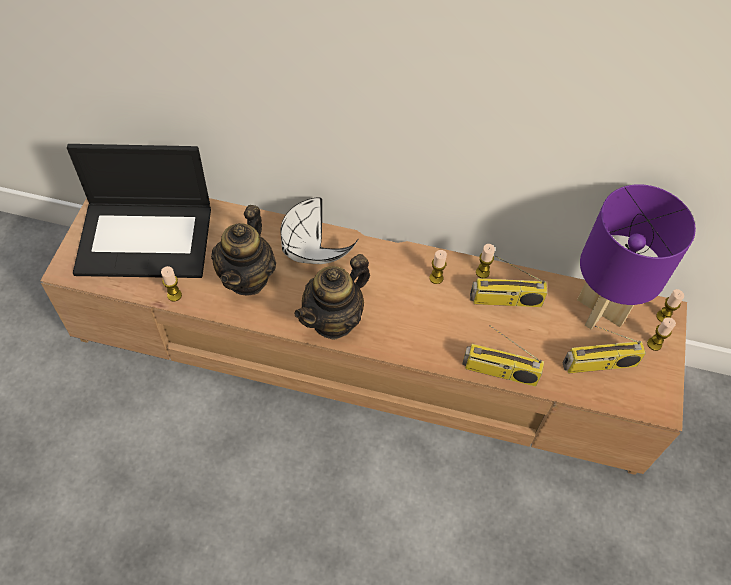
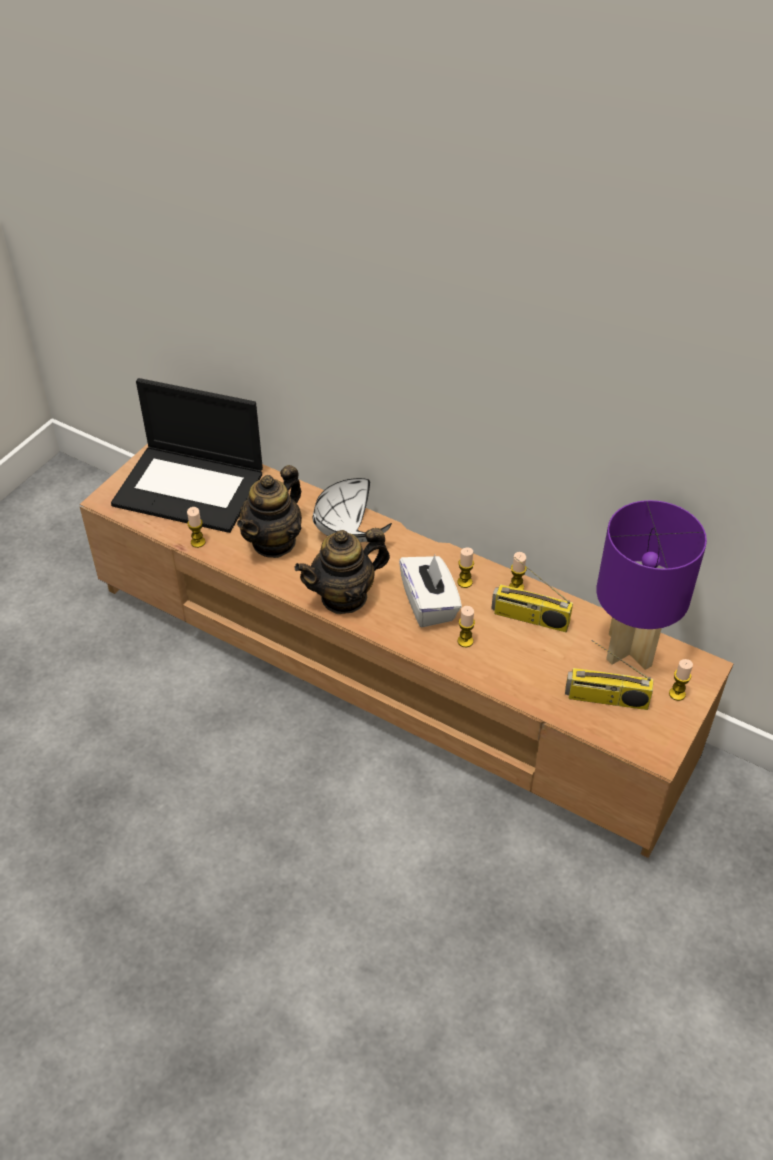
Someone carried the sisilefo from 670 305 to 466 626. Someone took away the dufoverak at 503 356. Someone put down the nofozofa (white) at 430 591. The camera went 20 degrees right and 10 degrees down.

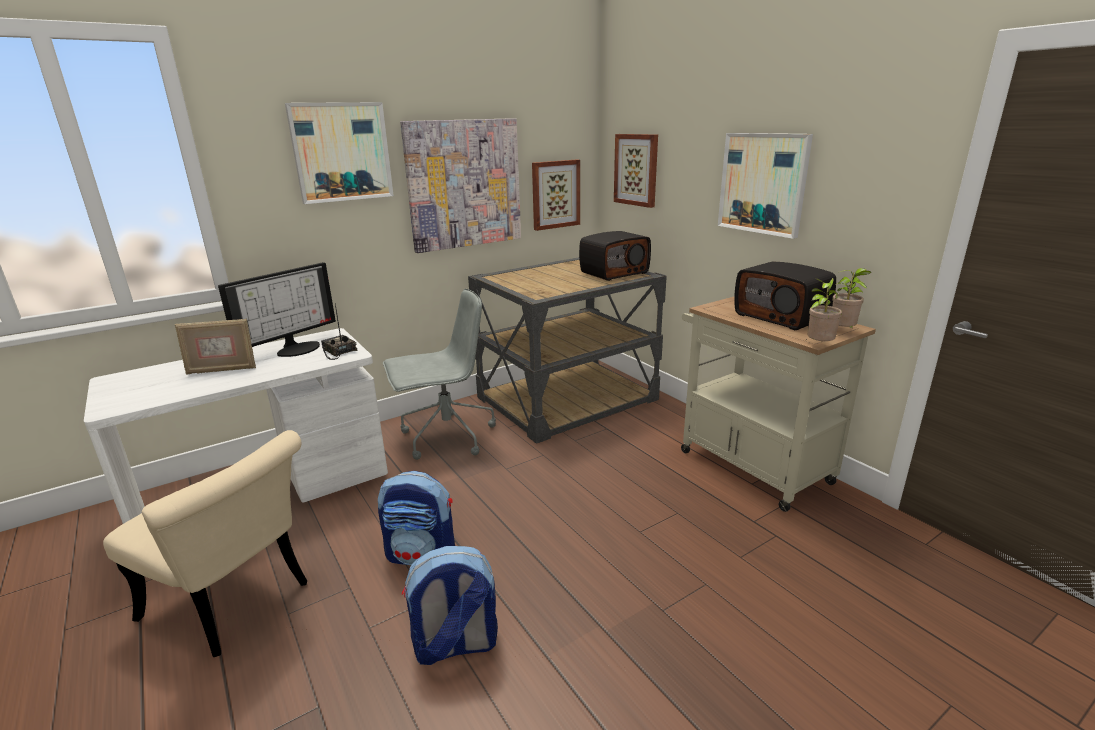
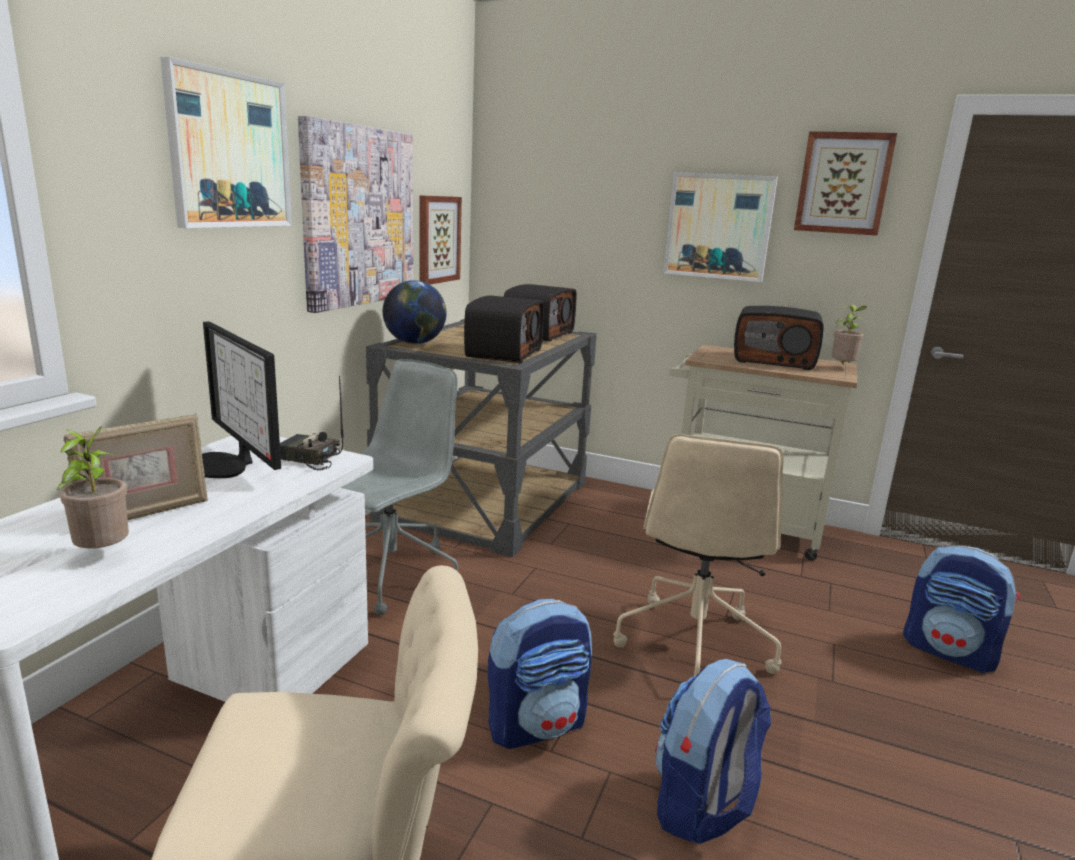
Someone carried the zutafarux from 636 171 to 845 183. Someone rotated the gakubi at 277 309 by 135 degrees clockwise. Someone carried the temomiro from 824 309 to 92 487. Someone put down the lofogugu at 415 312. Someone put down the dufoverak at 504 329. Someone put down the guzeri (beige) at 698 555. Someone put down the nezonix at 962 609. The camera went 35 degrees left and 5 degrees down.

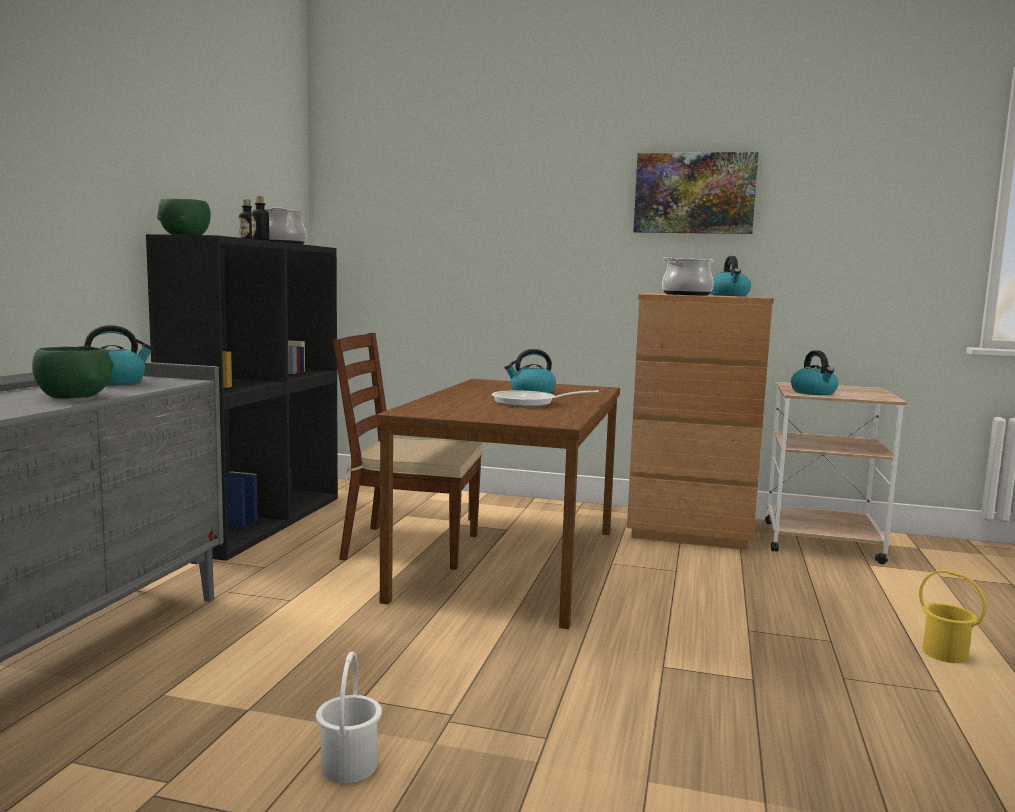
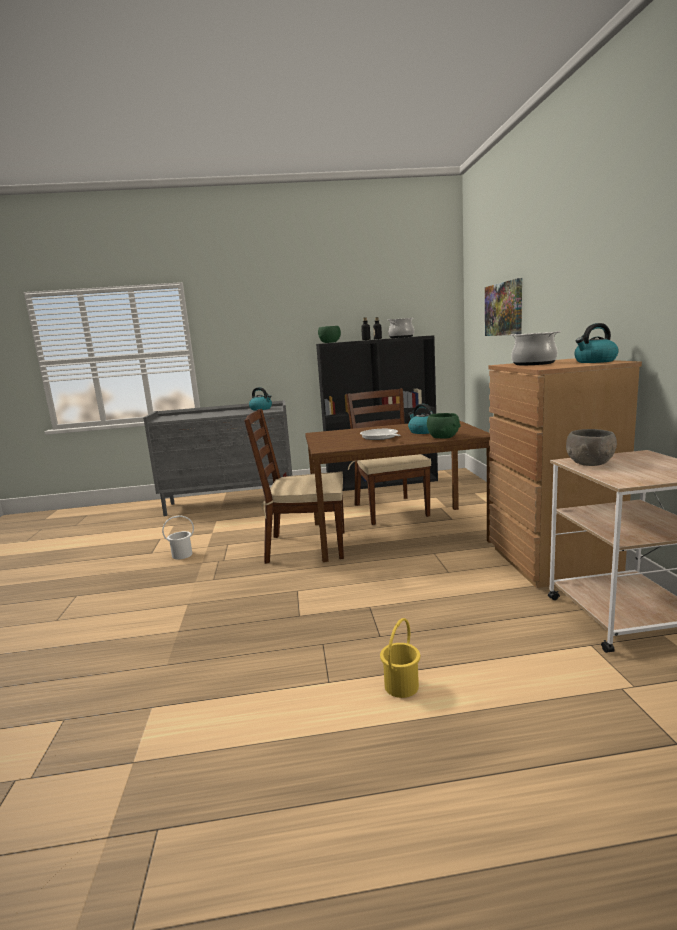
Someone carried the zutafarux from 696 193 to 503 307. Someone carried the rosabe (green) from 73 372 to 444 426. Someone swapped the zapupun at 815 373 for the rosabe (grey) at 591 447. Someone put down the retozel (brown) at 294 486. The camera went 70 degrees right and 5 degrees up.

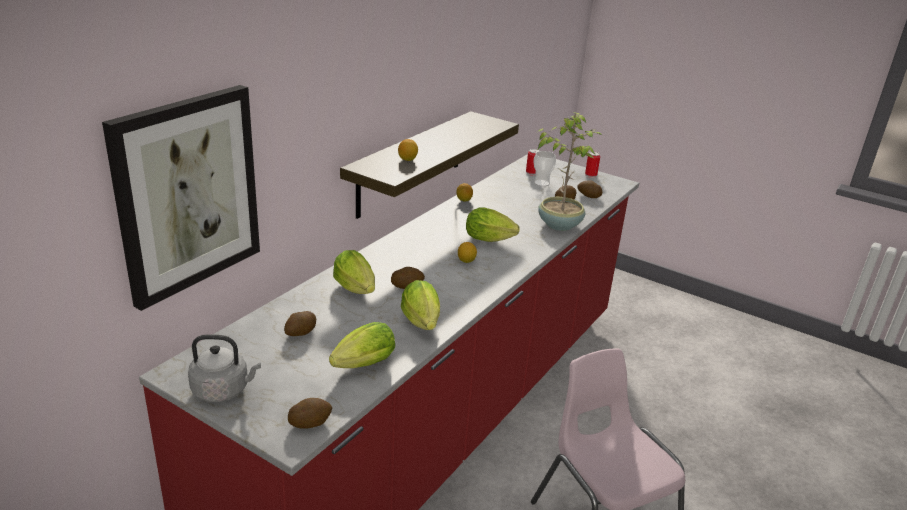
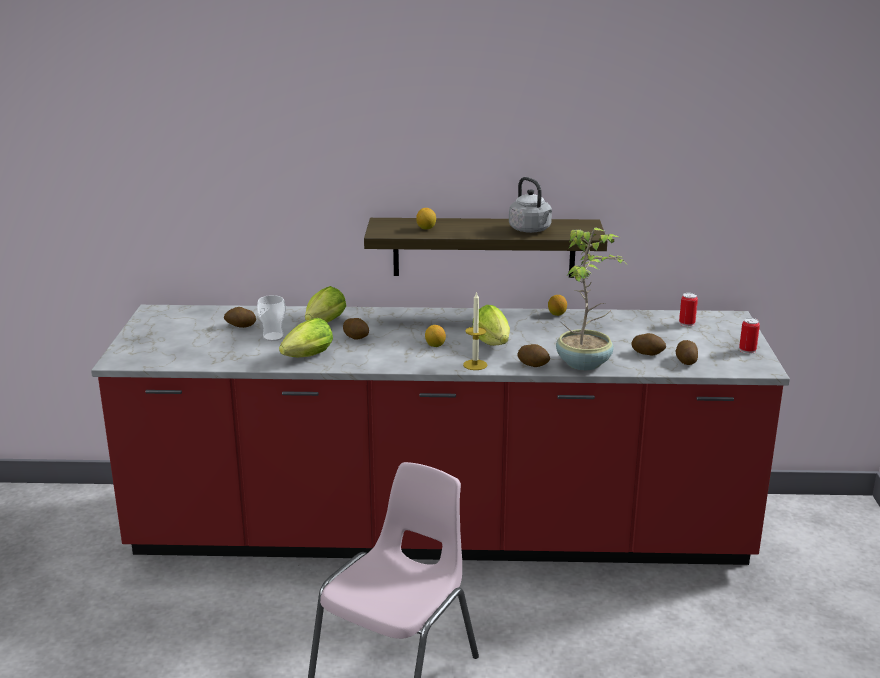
Someone took away the zutafarux at 181 198. Someone carried the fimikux from 544 169 to 271 318. Someone took away the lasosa at 362 345. Someone carried the zapupun (grey) from 224 368 to 530 205. Someone carried the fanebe from 310 413 to 534 355. Someone put down the sisilefo at 475 330. The camera went 60 degrees right and 5 degrees down.

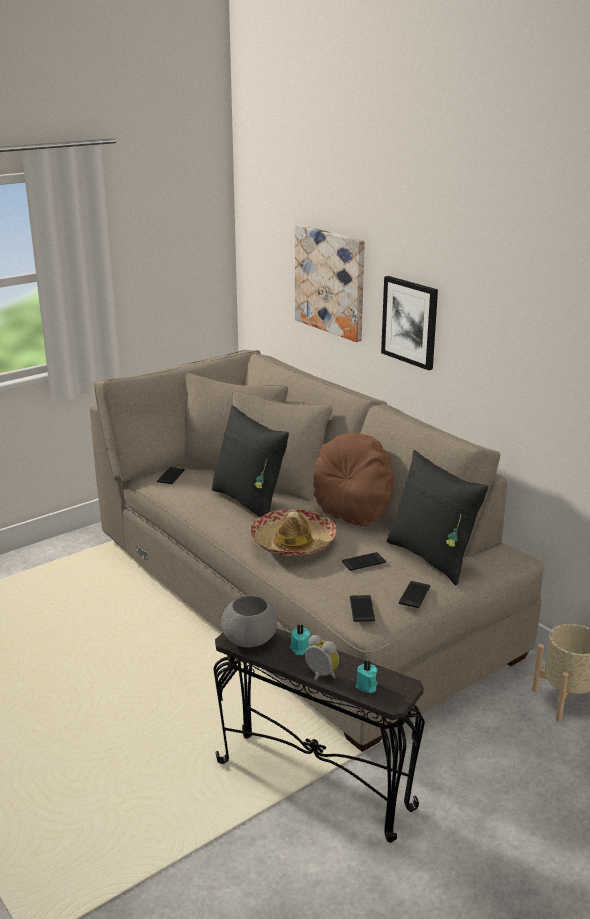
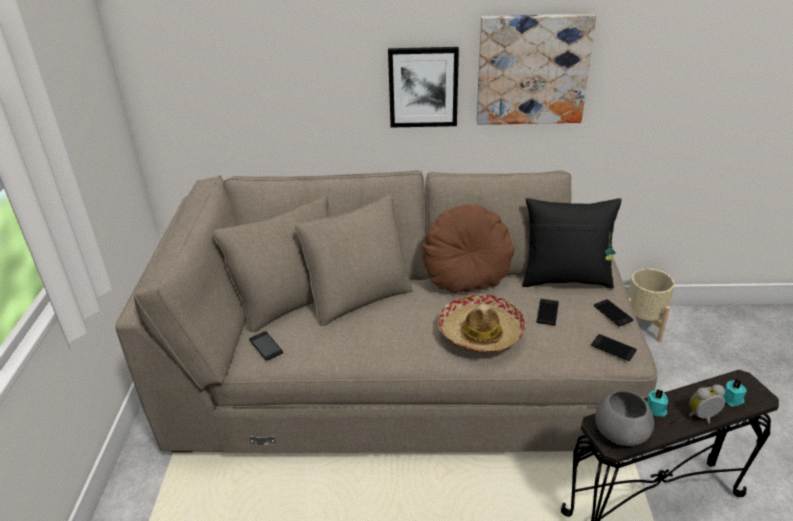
Someone carried the zutafarux from 330 283 to 536 69. Someone took away the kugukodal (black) at 250 461. The camera went 50 degrees left and 10 degrees up.

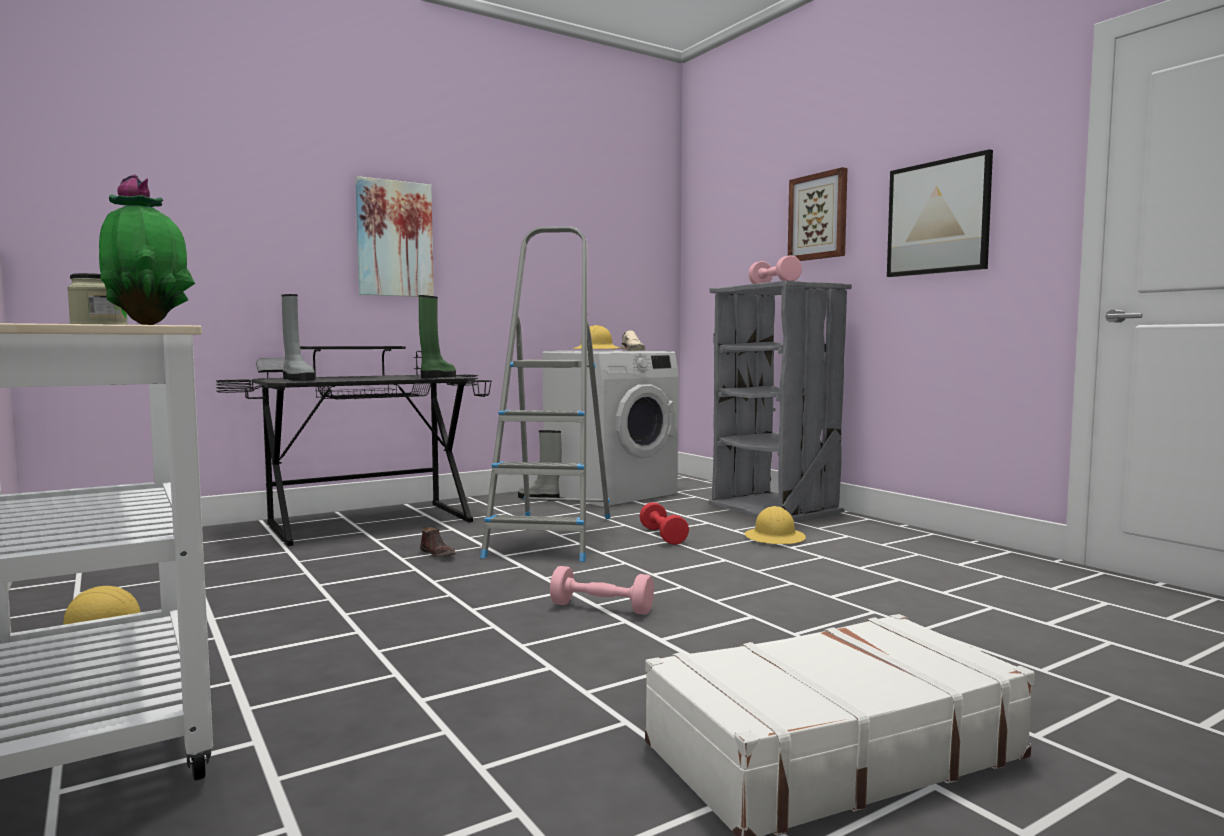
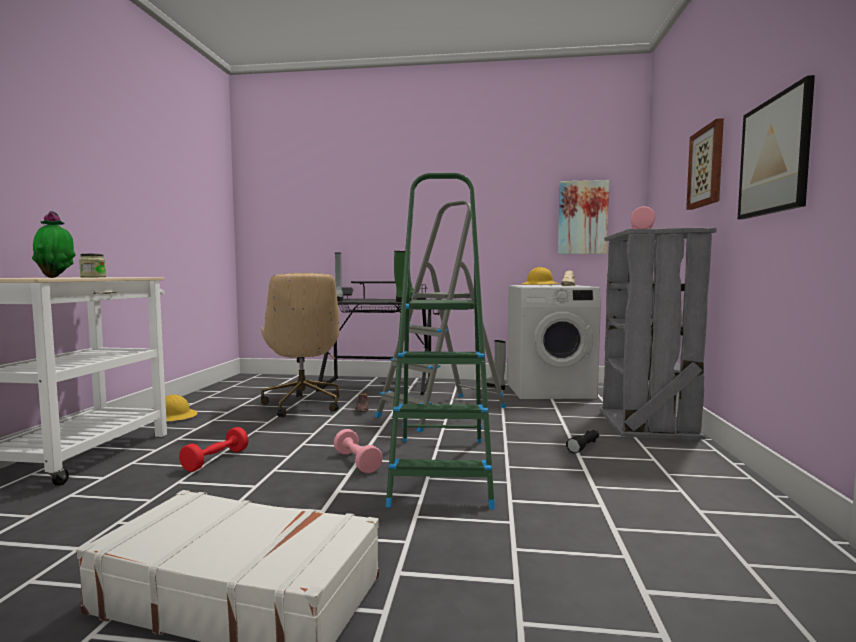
Someone carried the zutafarux from 394 236 to 583 217. Someone carried the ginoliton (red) from 664 523 to 213 449. Someone swapped the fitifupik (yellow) at 775 525 for the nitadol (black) at 582 441. Someone put down the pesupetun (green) at 440 341. Someone put down the guzeri (grey) at 300 345. The camera went 40 degrees right and 0 degrees up.

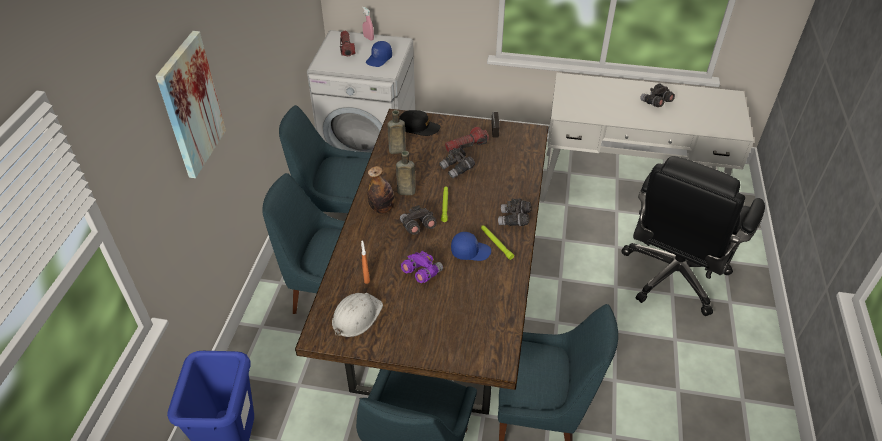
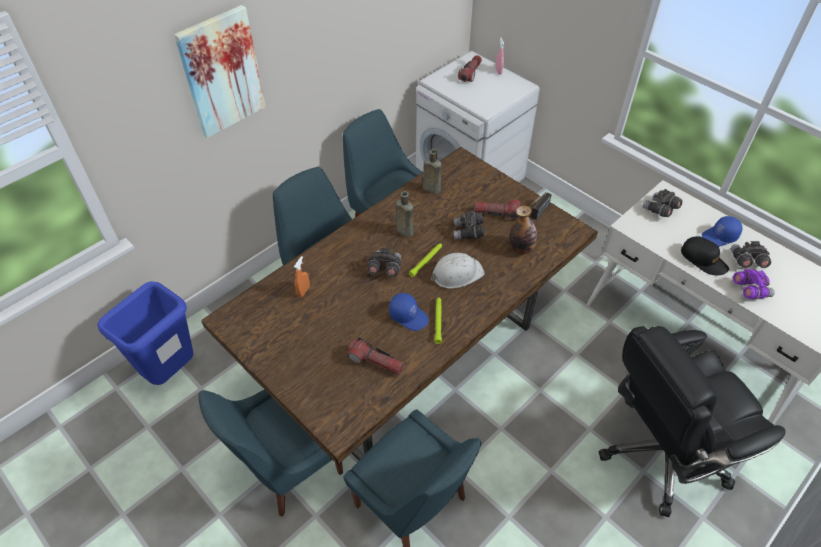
Someone carried the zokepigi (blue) from 379 54 to 722 231. Someone carried the zokepigi (black) from 420 123 to 705 255. Someone carried the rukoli from 381 190 to 523 230. Someone carried the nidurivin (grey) from 514 212 to 662 203. Someone carried the nidurivin (purple) from 422 267 to 754 284. Someone carried the fitifupik (white) from 357 315 to 458 271. Someone put down the nitadol at 375 356. The camera went 35 degrees right and 5 degrees up.

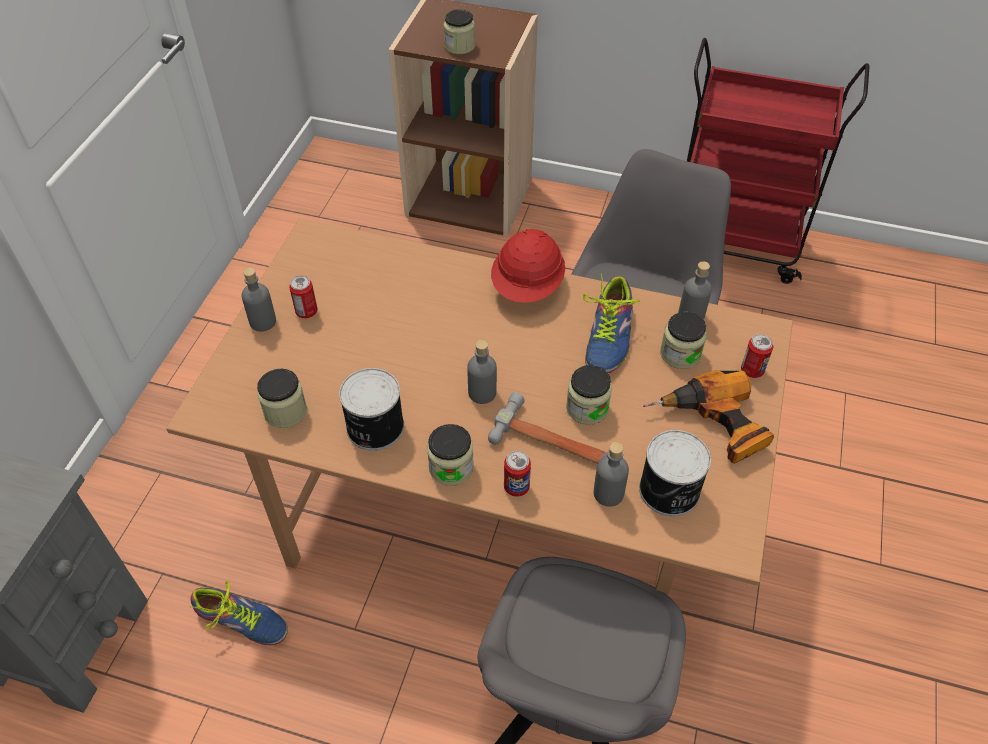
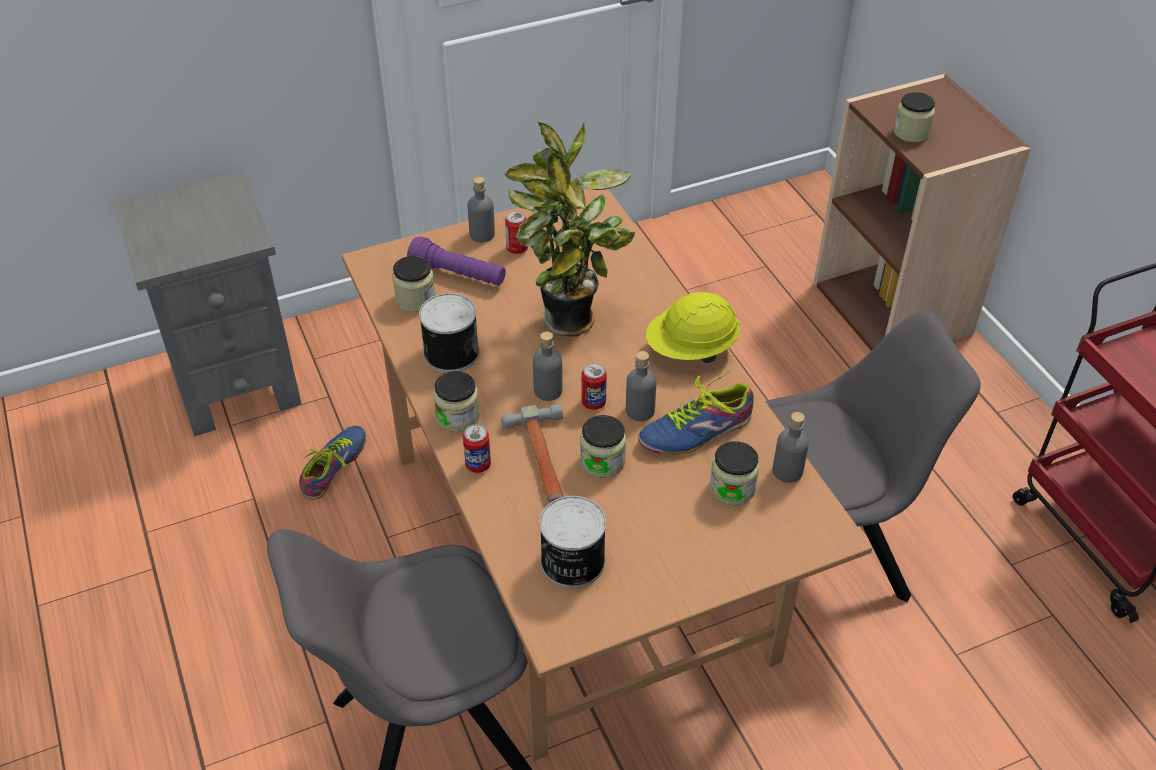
Someone repainted the fitifupik (red) at 528 266, which became the fitifupik (yellow) at 693 327. Someone carried the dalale from 757 356 to 594 386. Someone took away the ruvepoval at 708 417. Someone carried the rukoli (grey) from 611 474 to 641 386. Someone rotated the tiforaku at 238 613 by 135 degrees counterclockwise. Someone put down the temomiro at 569 228. Someone put down the nitadol (purple) at 456 261. The camera went 50 degrees right and 5 degrees down.

